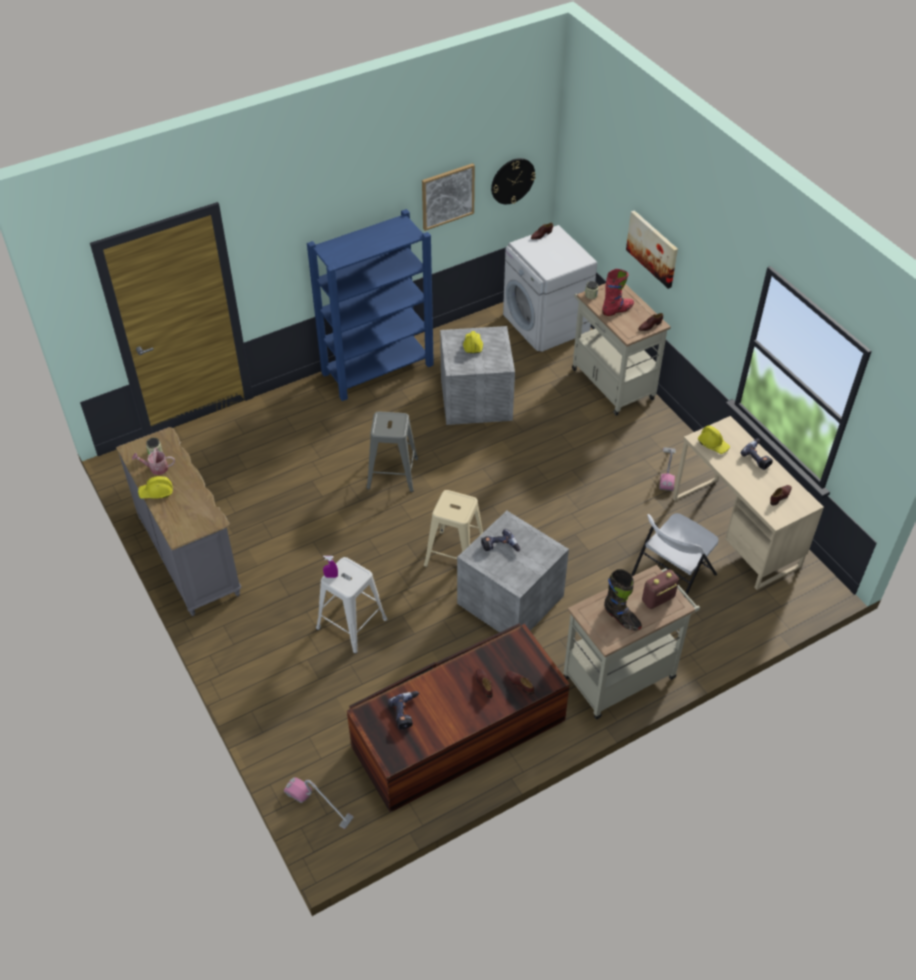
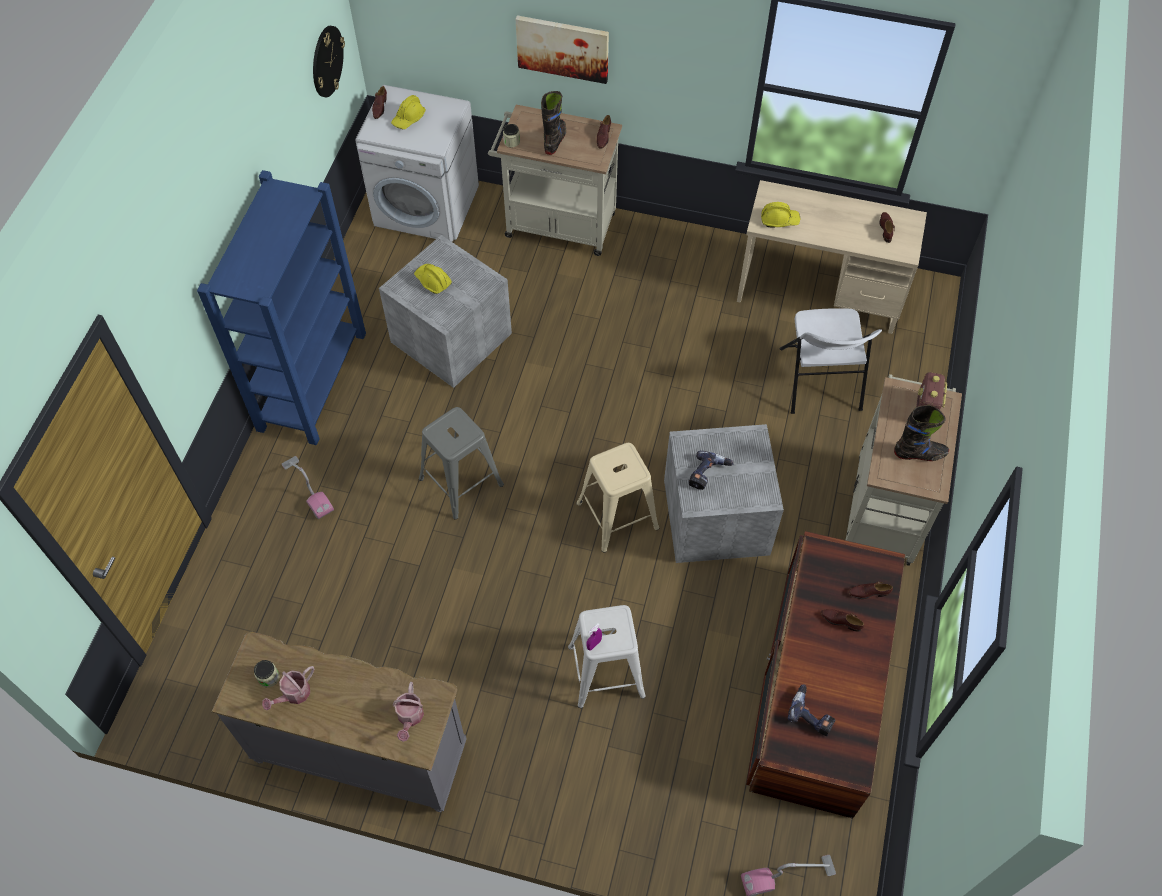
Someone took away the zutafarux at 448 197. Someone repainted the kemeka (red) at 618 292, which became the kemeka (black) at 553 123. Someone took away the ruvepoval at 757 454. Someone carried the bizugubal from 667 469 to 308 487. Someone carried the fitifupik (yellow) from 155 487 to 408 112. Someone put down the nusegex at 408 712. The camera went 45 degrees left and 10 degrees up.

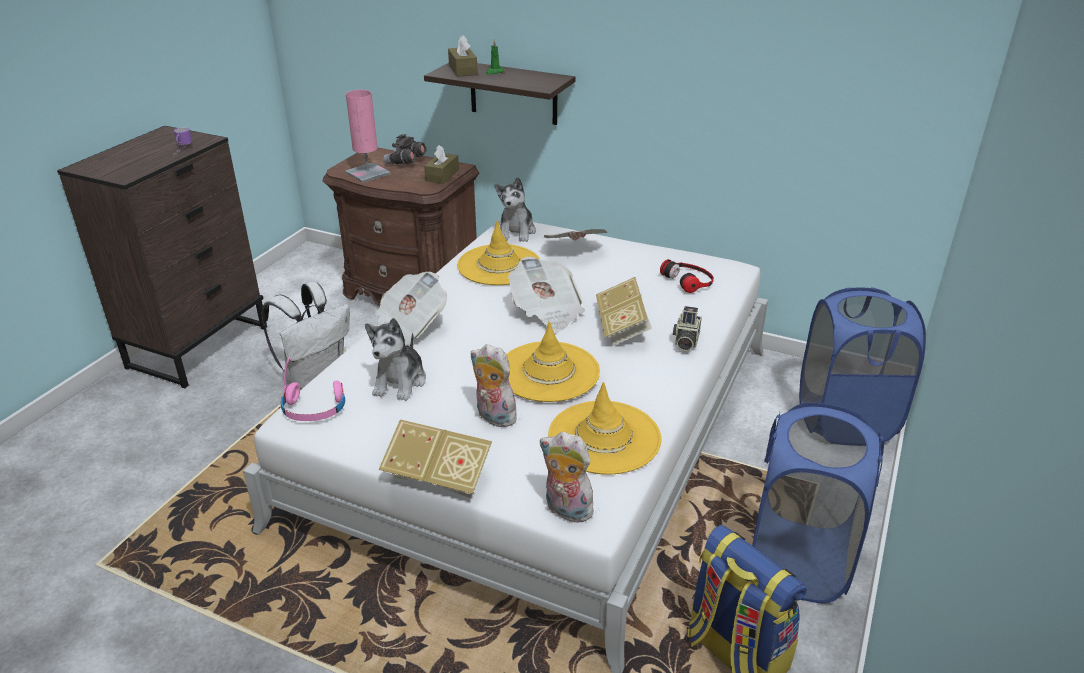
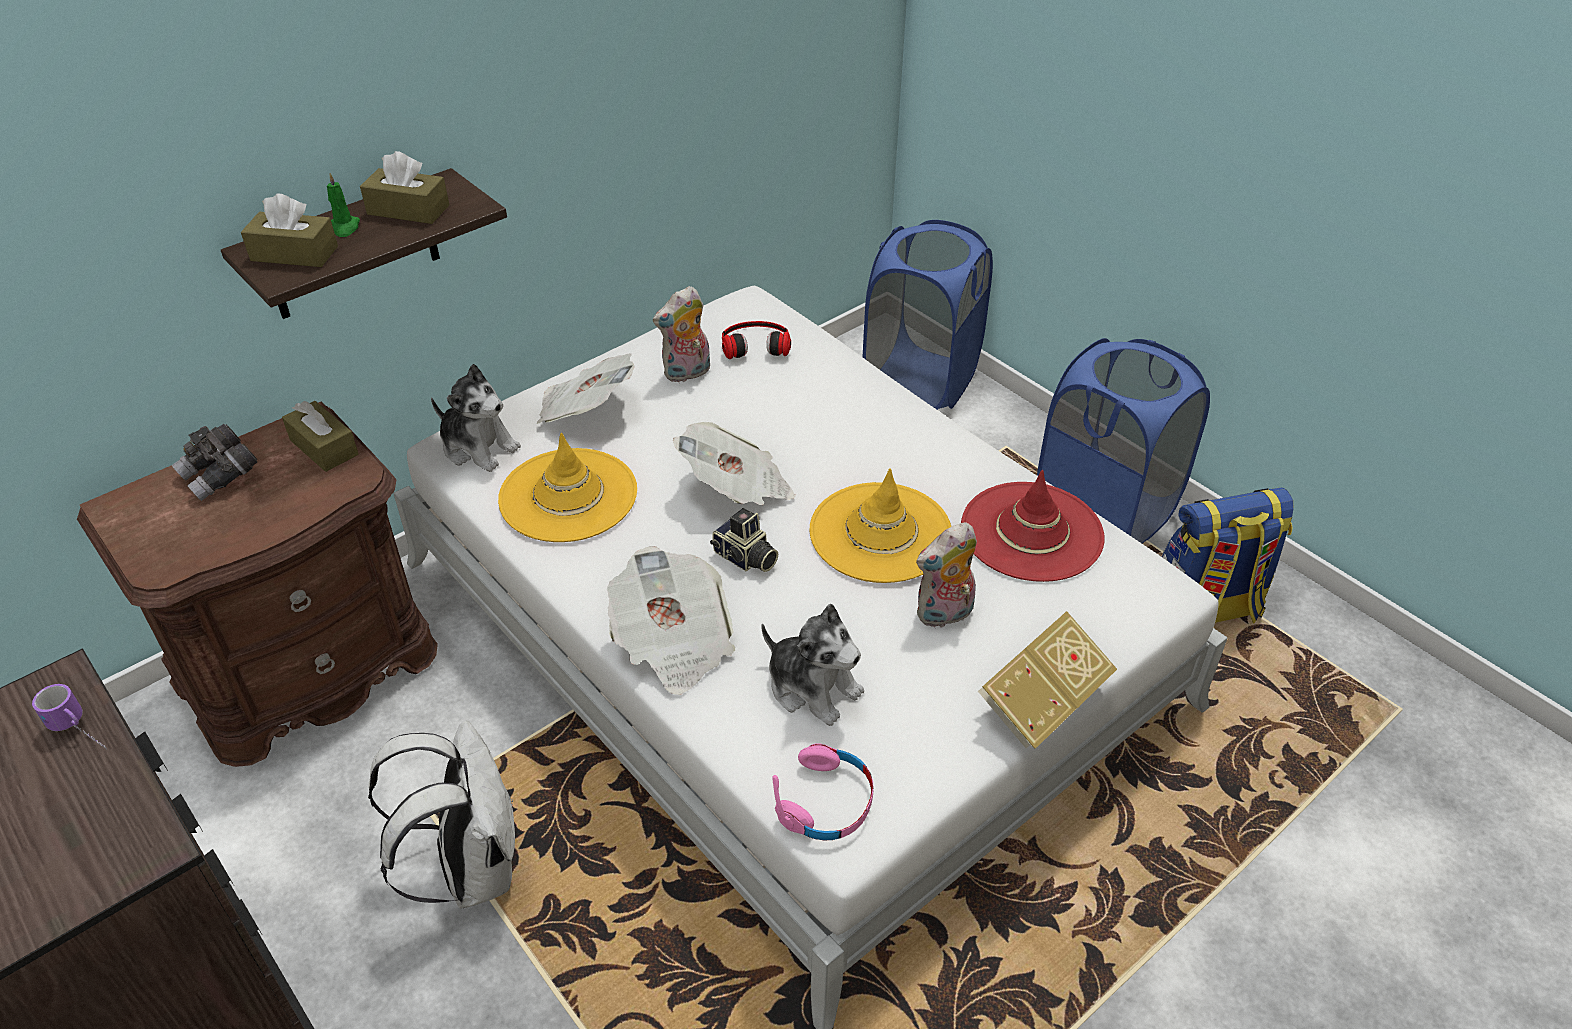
Someone took away the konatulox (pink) at 367 136. Someone took away the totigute at 624 311. Someone carried the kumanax from 687 328 to 744 540. Someone repainted the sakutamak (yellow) at 604 428, which became the sakutamak (red) at 1033 526. Someone carried the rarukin from 567 478 to 681 334. Someone put down the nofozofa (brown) at 404 187. The camera went 65 degrees left and 10 degrees up.

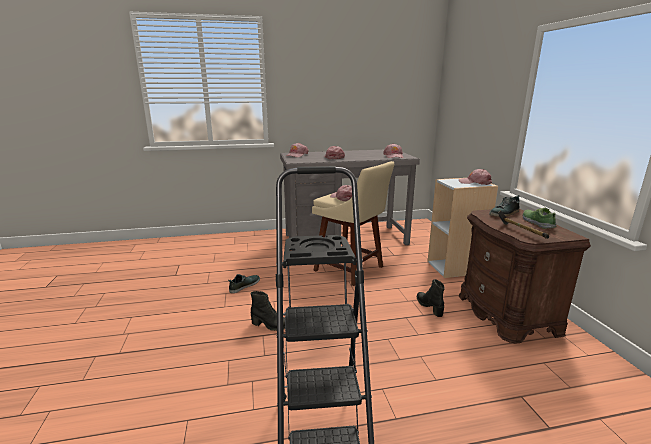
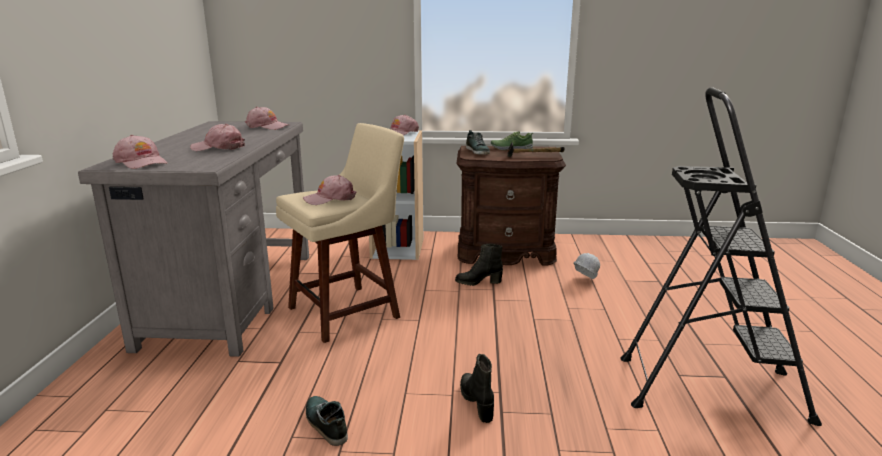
Someone rotated the kemeka (black) at 267 311 by 45 degrees counterclockwise. Someone put down the fitifupik (white) at 586 266. The camera went 75 degrees left and 0 degrees up.

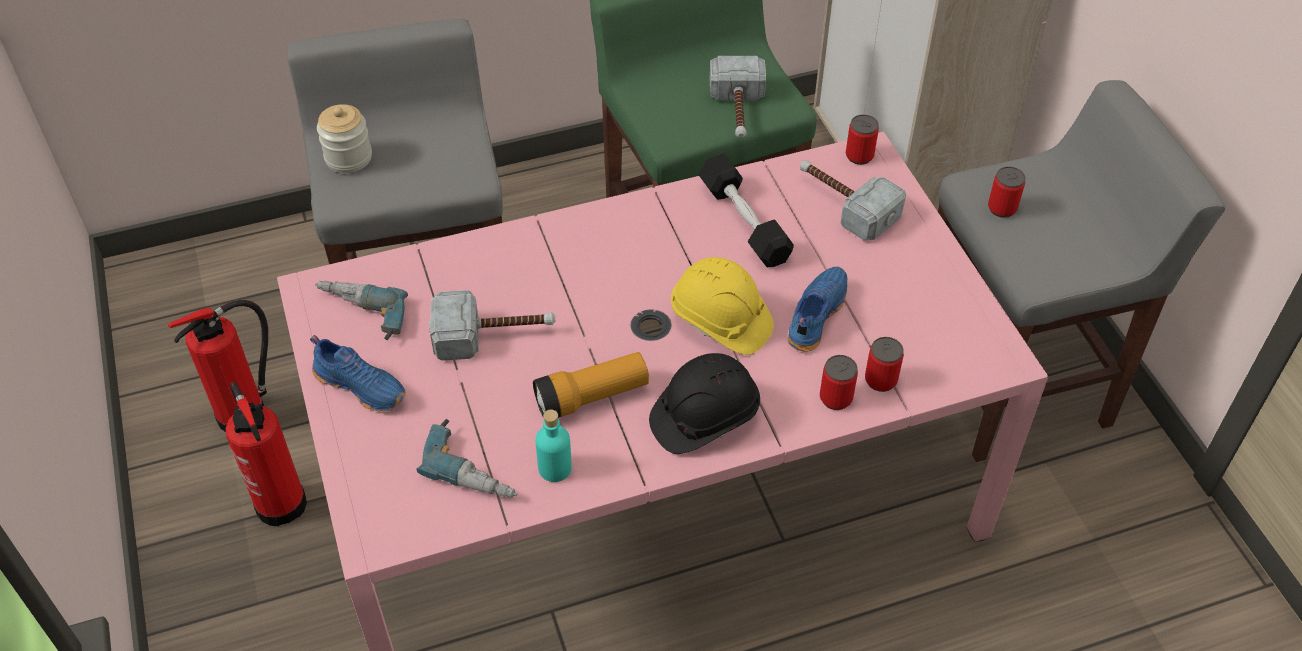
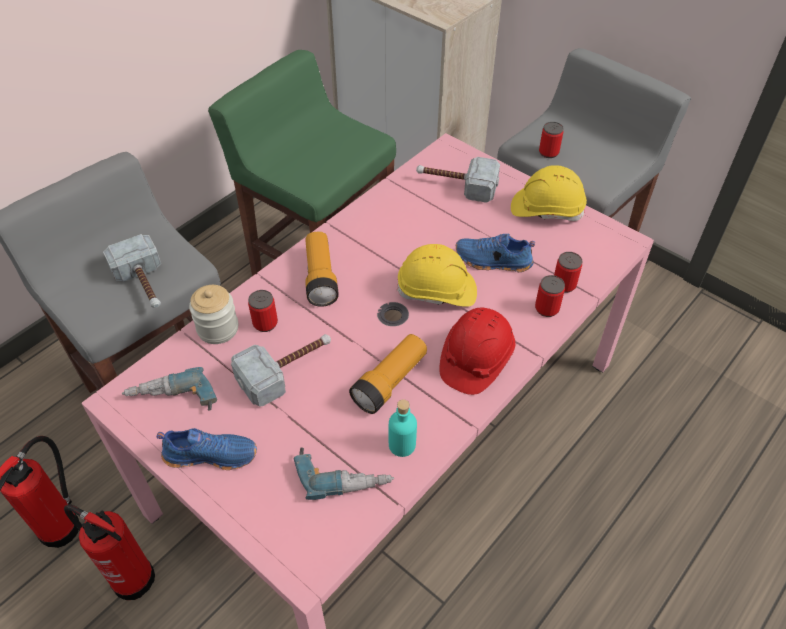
Someone carried the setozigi from 738 97 to 132 271. Someone carried the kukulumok from 344 138 to 213 314. Someone carried the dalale from 862 140 to 263 311. Someone took away the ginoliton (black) at 746 210. Someone rotated the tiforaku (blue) at 817 309 by 75 degrees counterclockwise. Someone repainted the fitifupik (black) at 704 403, which became the fitifupik (red) at 477 351. Someone put down the fitifupik (yellow) at 549 193. Someone put down the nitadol at 322 269. The camera went 30 degrees left and 0 degrees up.

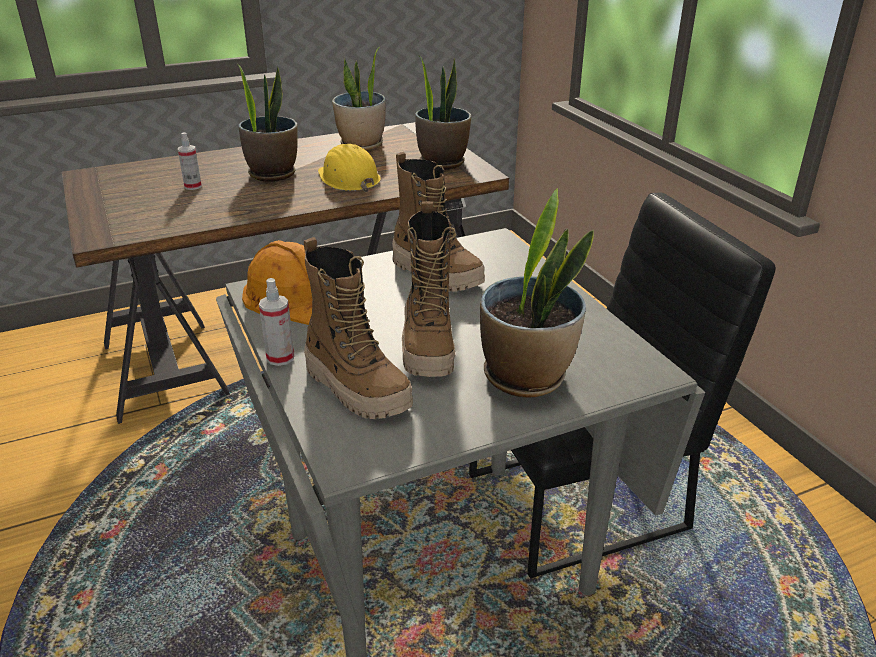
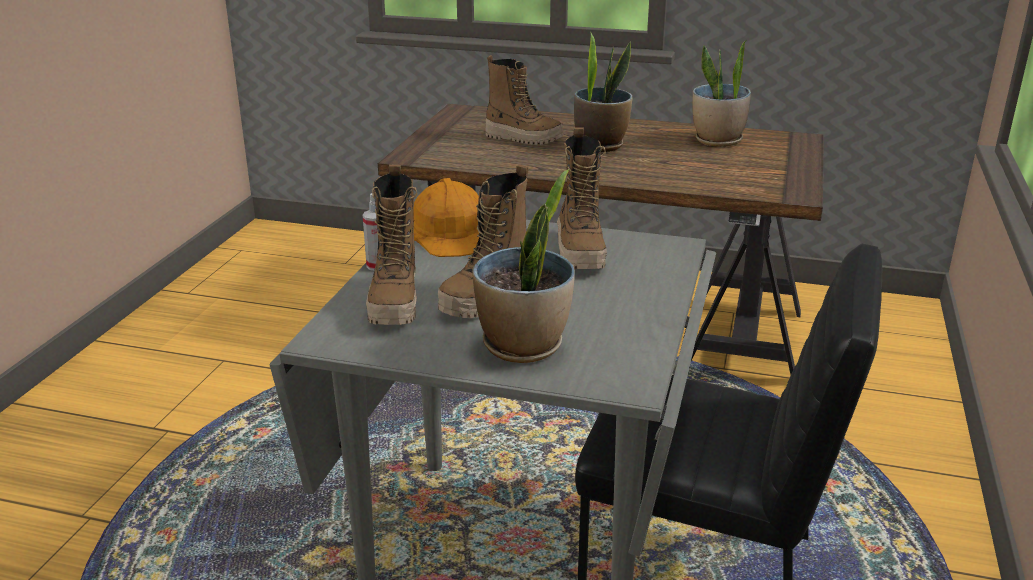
Someone took away the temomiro at 443 113. Someone swapped the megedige at 190 161 for the kemeka at 524 100. Someone took away the fitifupik (yellow) at 349 168. The camera went 40 degrees right and 5 degrees down.

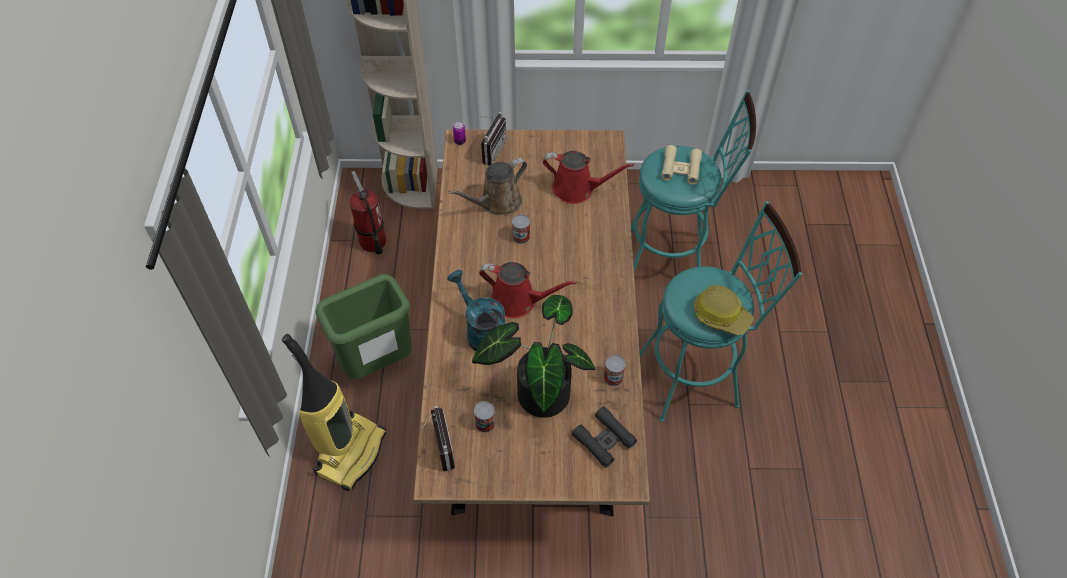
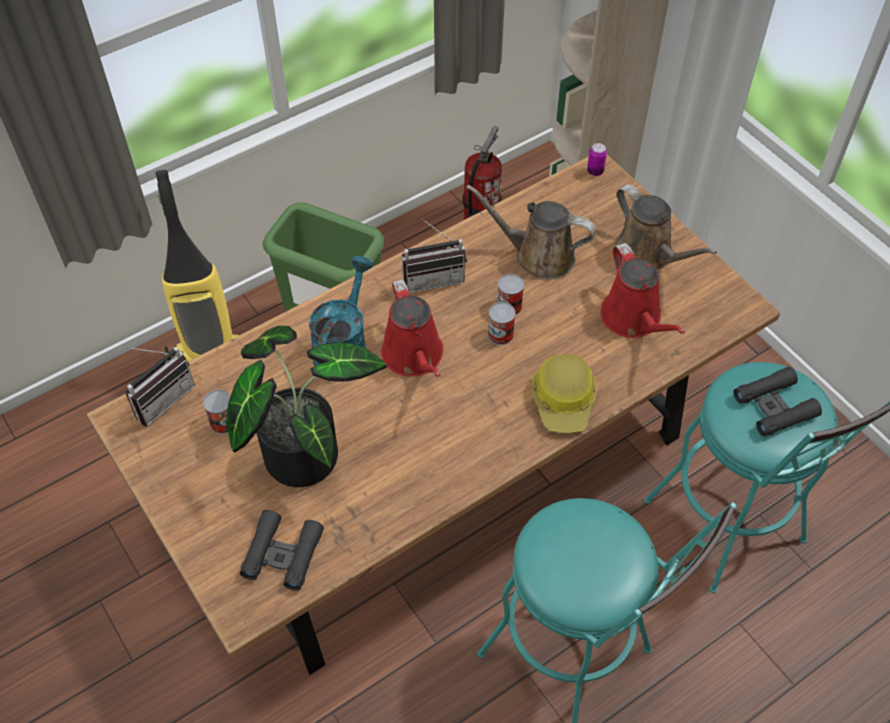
Someone carried the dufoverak from 492 139 to 434 255. Someone repainted the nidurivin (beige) at 682 164, which became the nidurivin (black) at 778 401. Someone carried the fitifupik from 724 310 to 564 393. Someone carried the dalale from 614 370 to 501 323. Someone put down the nusegex (brown) at 665 227. The camera went 55 degrees right and 0 degrees up.

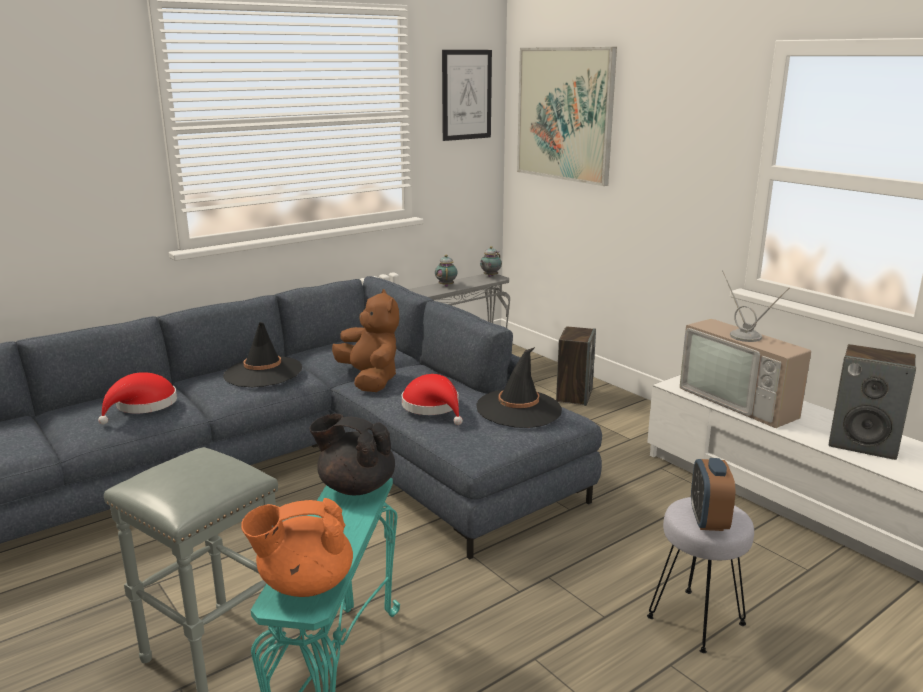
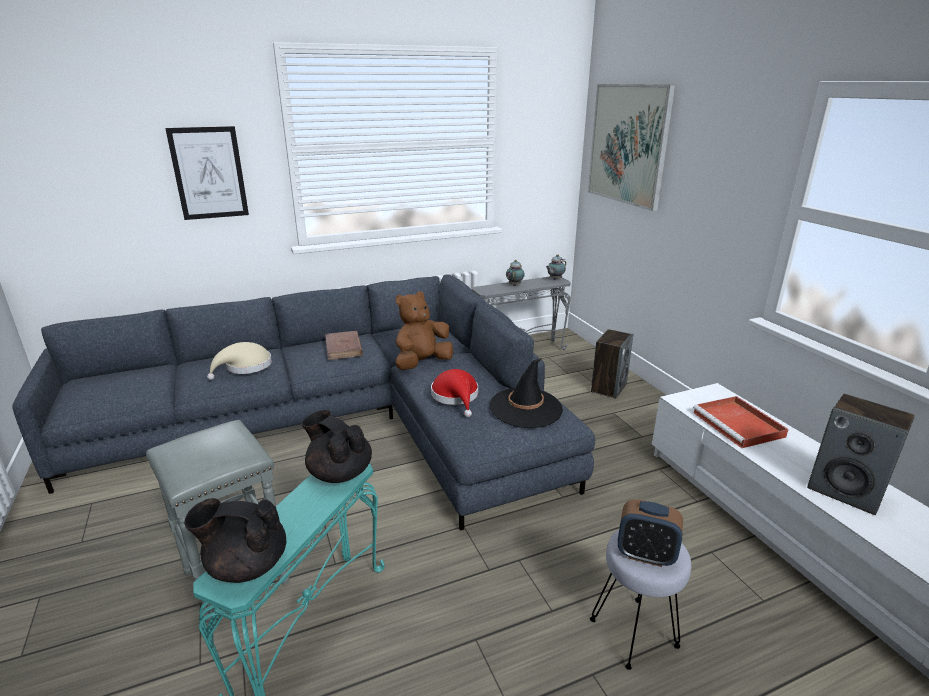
Someone carried the zutafarux from 467 95 to 207 173. Someone swapped the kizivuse at 745 349 for the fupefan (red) at 741 422. Someone rotated the rarukin (brown) at 365 340 by 120 degrees counterclockwise. Someone swapped the sakutamak (black) at 262 354 for the totigute (brown) at 344 345. Someone repainted the sakutamak (red) at 137 398, which became the sakutamak (beige) at 239 361. Someone rotated the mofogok at 713 494 by 90 degrees counterclockwise. Someone repainted the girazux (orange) at 297 547, which became the girazux (black) at 235 540. The camera went 15 degrees right and 5 degrees up.

